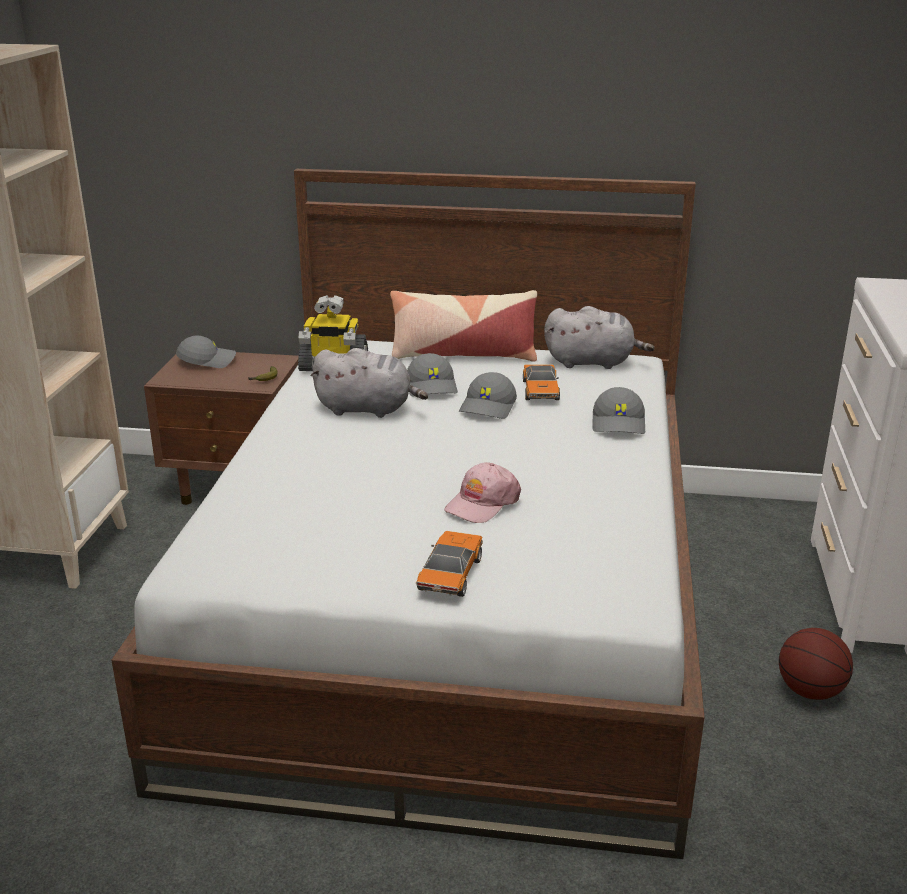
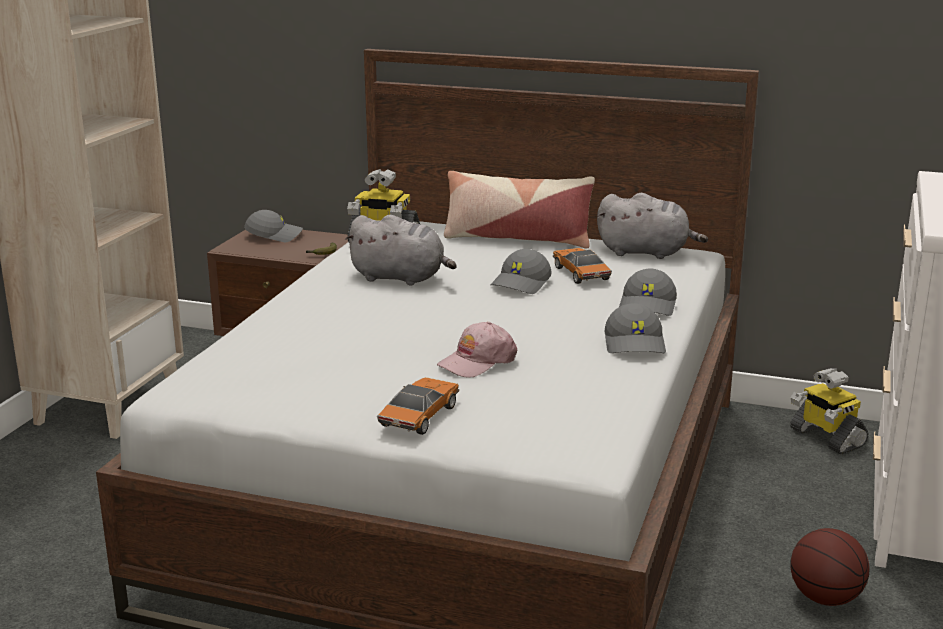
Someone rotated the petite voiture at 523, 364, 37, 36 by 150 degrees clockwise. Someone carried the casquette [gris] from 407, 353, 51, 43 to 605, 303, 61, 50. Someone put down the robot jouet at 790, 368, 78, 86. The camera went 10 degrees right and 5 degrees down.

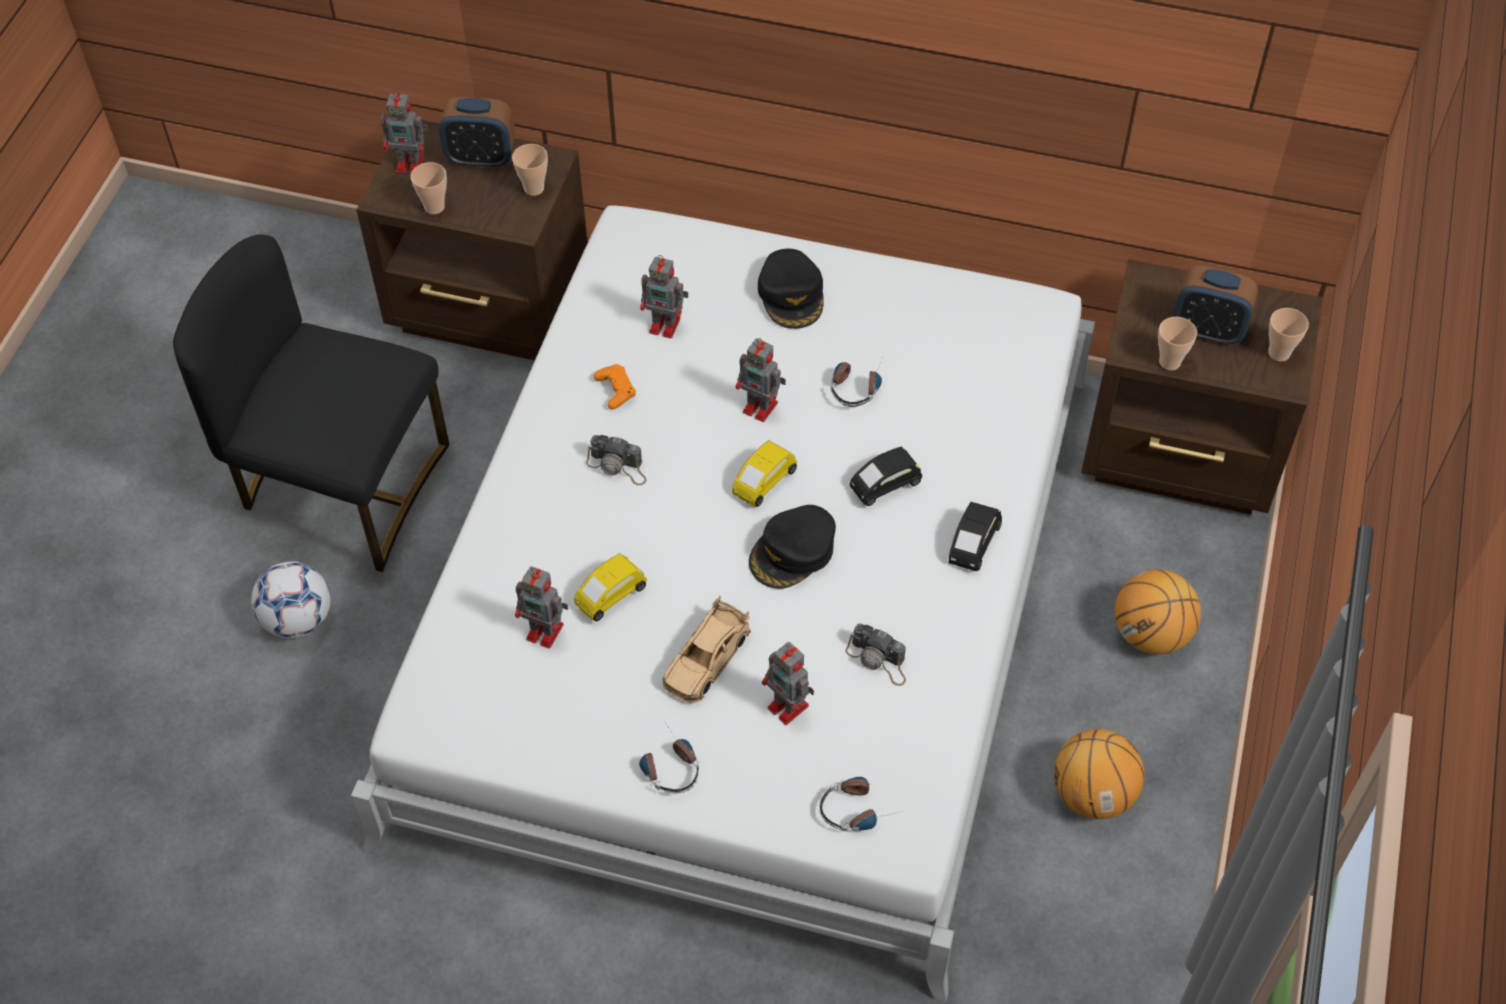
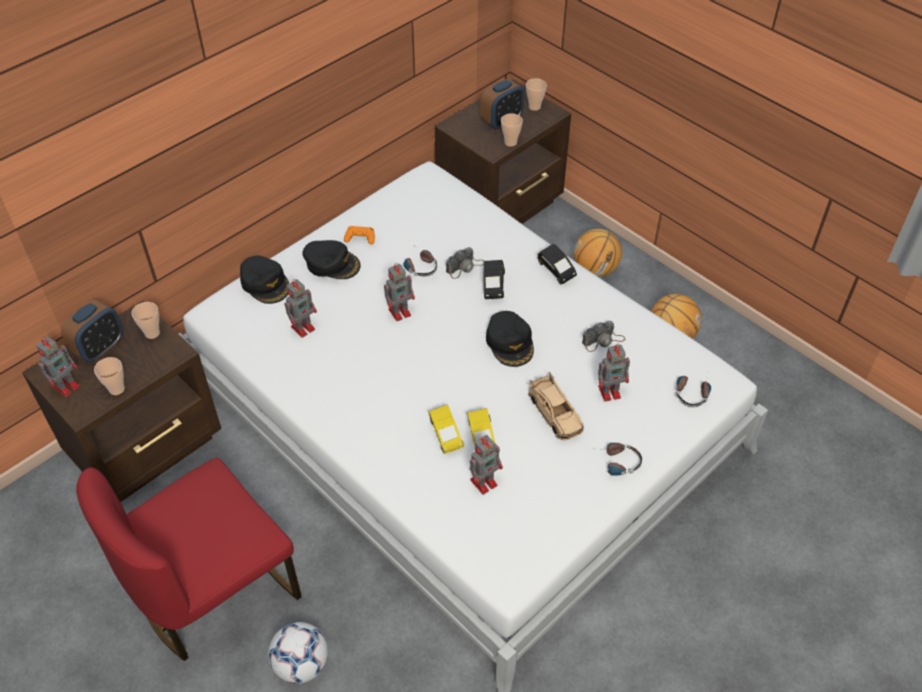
Someone repainted the chaise [noir] at 173, 235, 276, 337, which became the chaise [rouge] at 76, 458, 226, 203. Someone put down the casquette [noir] at 240, 255, 49, 49. Someone carried the manette [orange] from 593, 364, 43, 45 to 344, 226, 31, 19. Someone carried the petite voiture [jaune] from 732, 440, 65, 67 to 428, 404, 36, 50. Someone carried the appareil photo from 586, 435, 60, 50 to 446, 247, 38, 32. The camera went 60 degrees left and 5 degrees down.

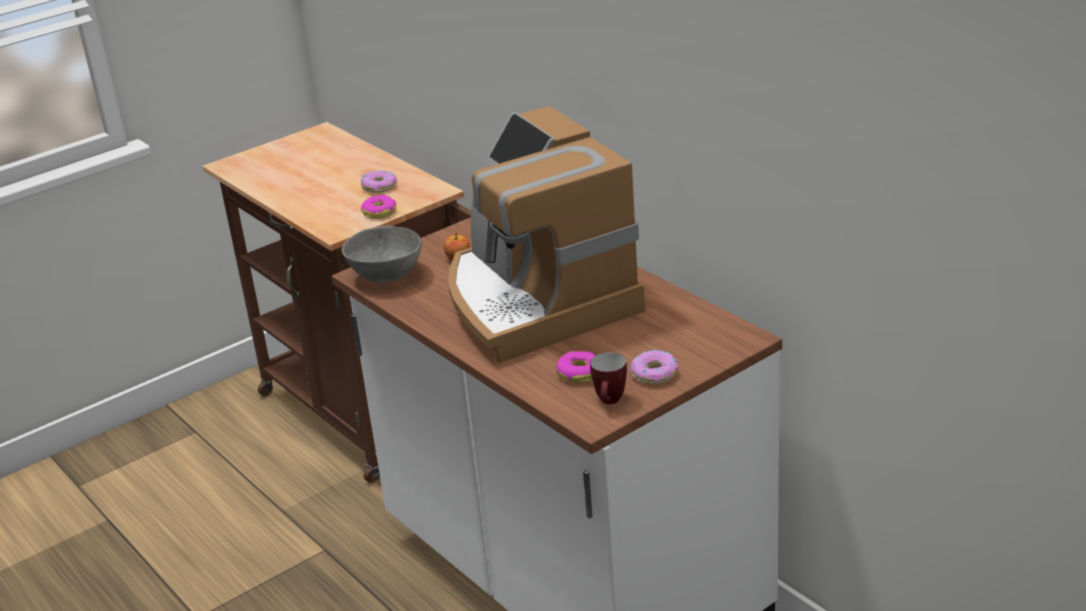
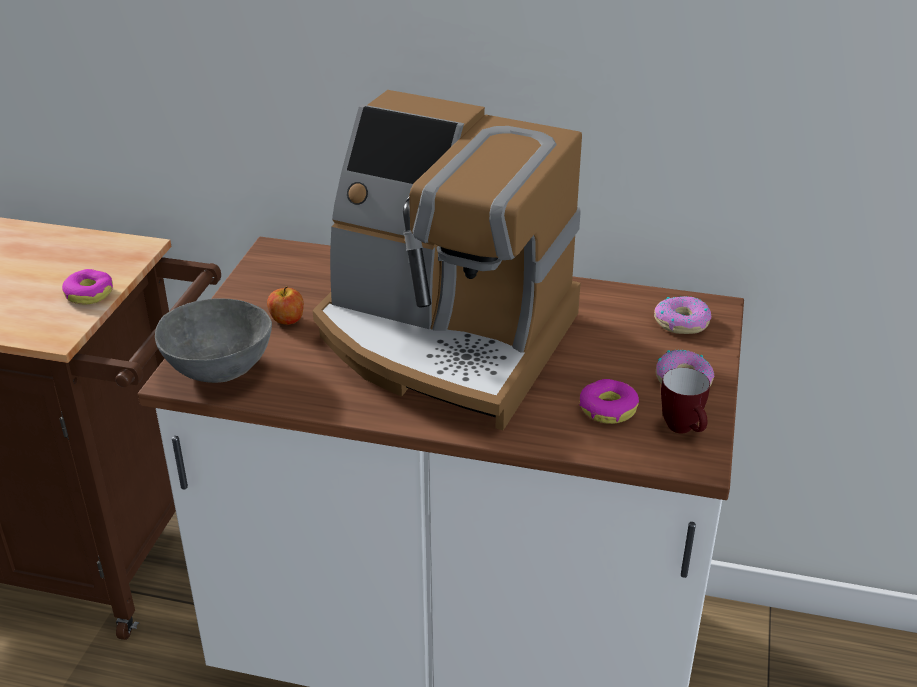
Someone carried the beignet from 361, 170, 36, 23 to 654, 296, 57, 38. The camera went 40 degrees left and 5 degrees up.

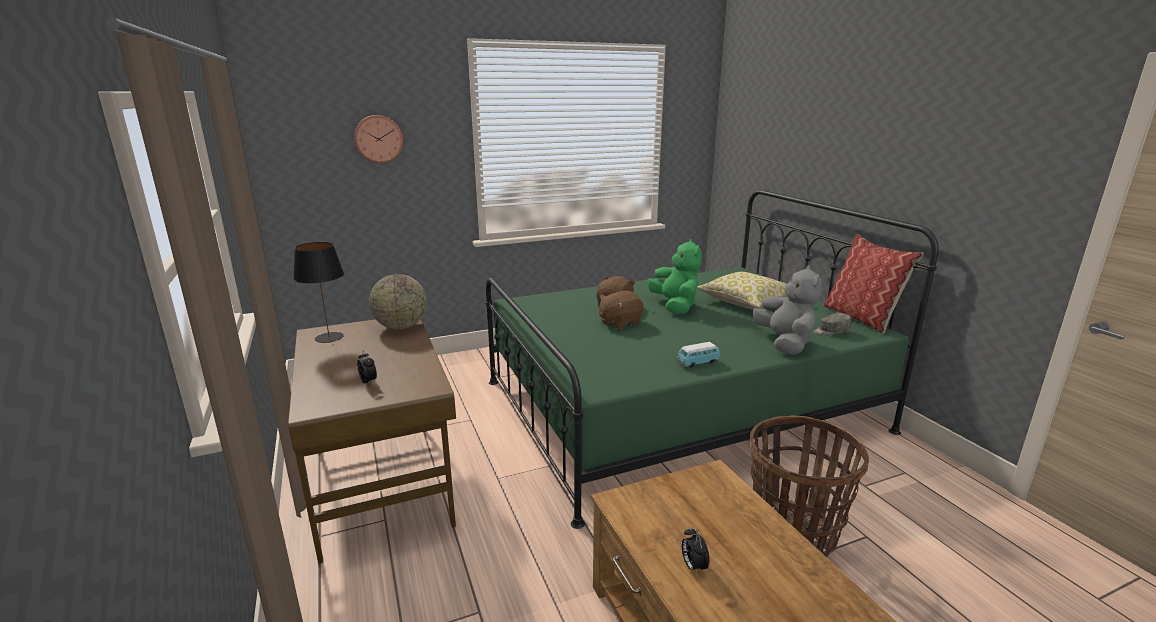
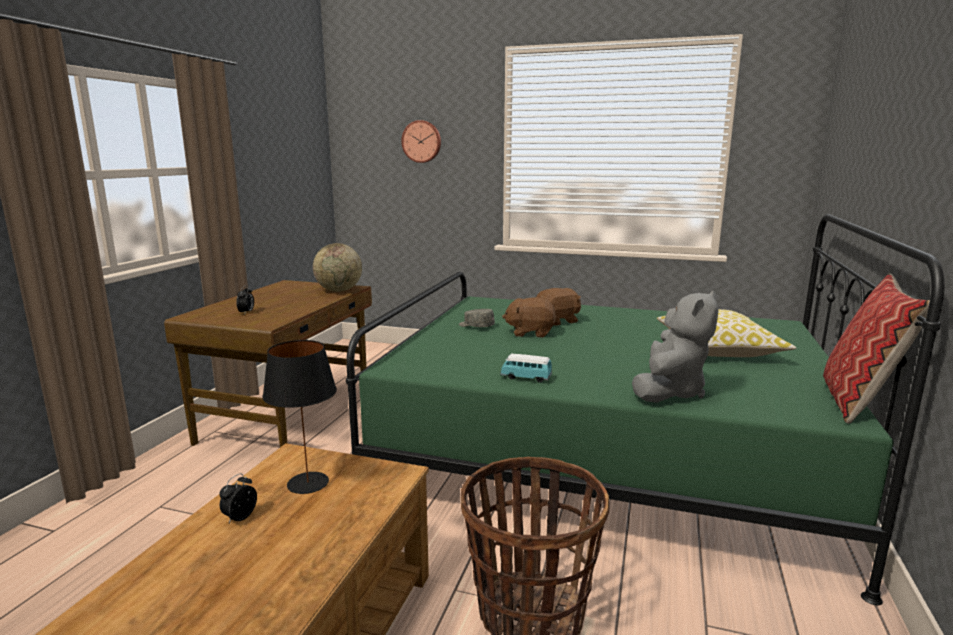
Someone carried the lampe de table [noir] from 293, 242, 51, 101 to 262, 340, 75, 154. Someone carried the casquette [gris] from 813, 313, 38, 23 to 459, 309, 36, 18. Someone took away the peluche [vert] at 648, 239, 54, 76. The camera went 40 degrees right and 5 degrees down.

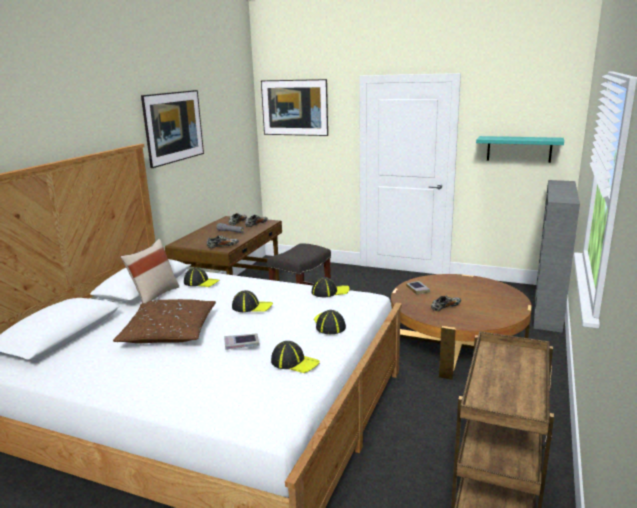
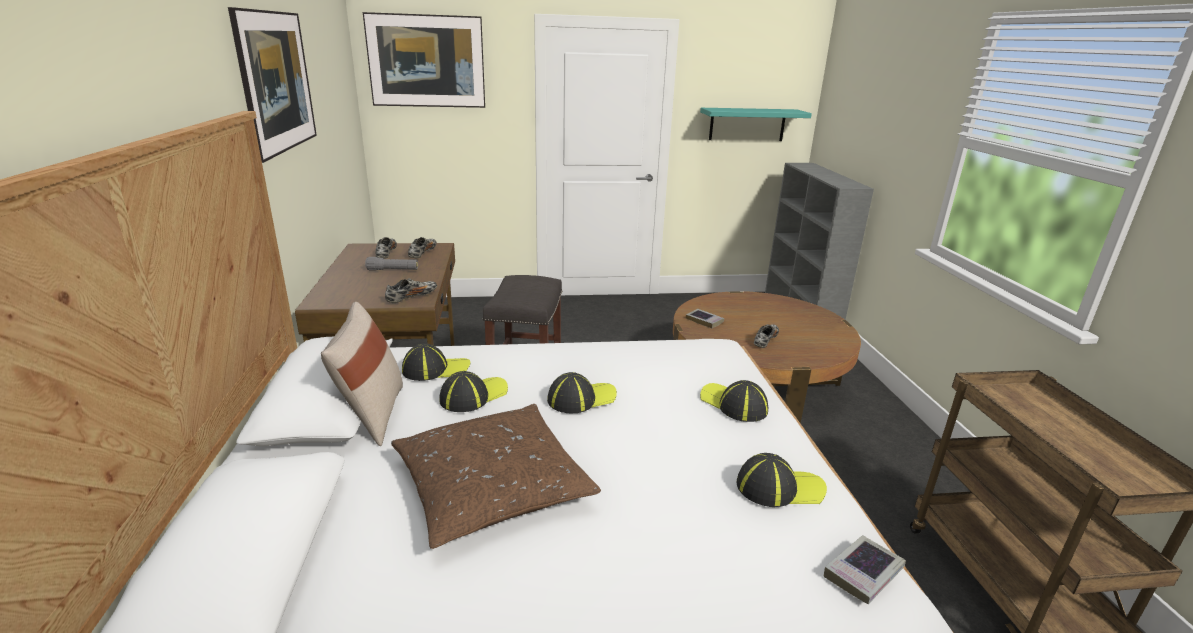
Someone carried the casquette from 312, 277, 38, 20 to 440, 371, 68, 41. Someone carried the livre from 224, 334, 35, 16 to 824, 535, 82, 69. The camera went 30 degrees left and 5 degrees up.

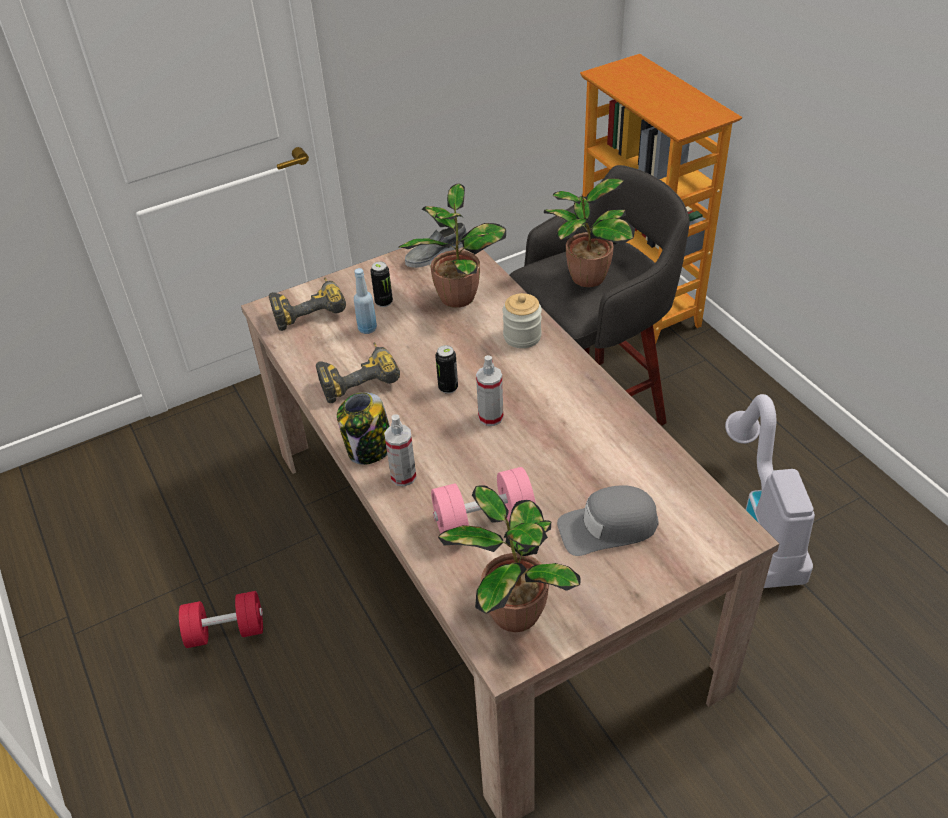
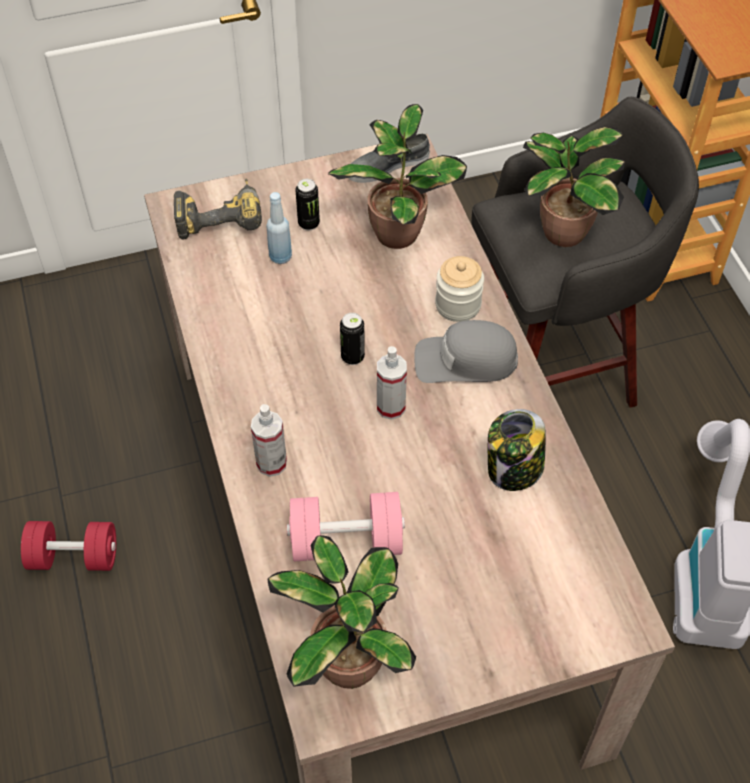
Someone carried the casquette [gris] from 557, 485, 101, 71 to 414, 320, 104, 63. Someone carried the bocal from 337, 392, 53, 73 to 488, 409, 58, 82. Someone took away the perceuse at 316, 342, 84, 61. The camera went 10 degrees right and 10 degrees up.

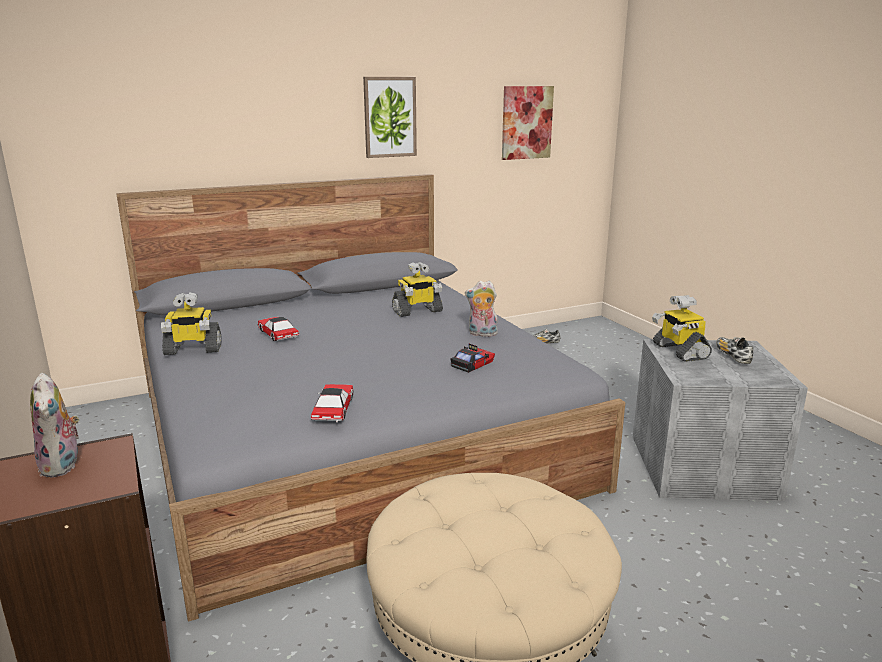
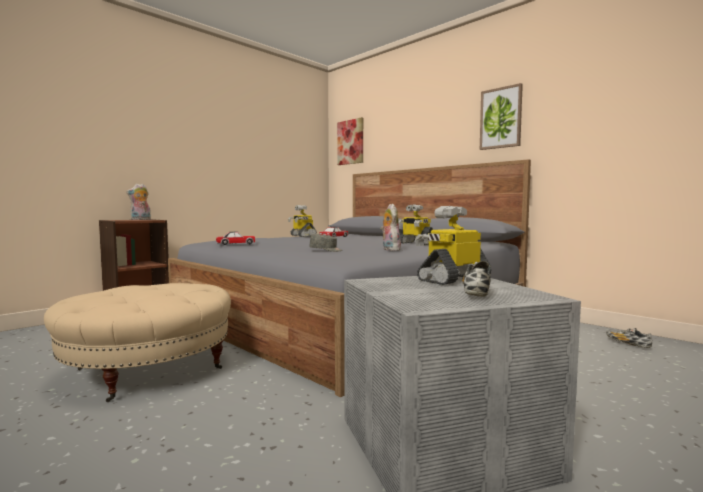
Someone swapped the petite voiture at 450, 344, 45, 29 for the casquette [gris] at 310, 234, 33, 18. Someone carried the tableau from 502, 86, 52, 74 to 337, 117, 26, 48. Someone rotated the chaussure at 716, 337, 37, 27 by 45 degrees counterclockwise. The camera went 70 degrees right and 15 degrees down.

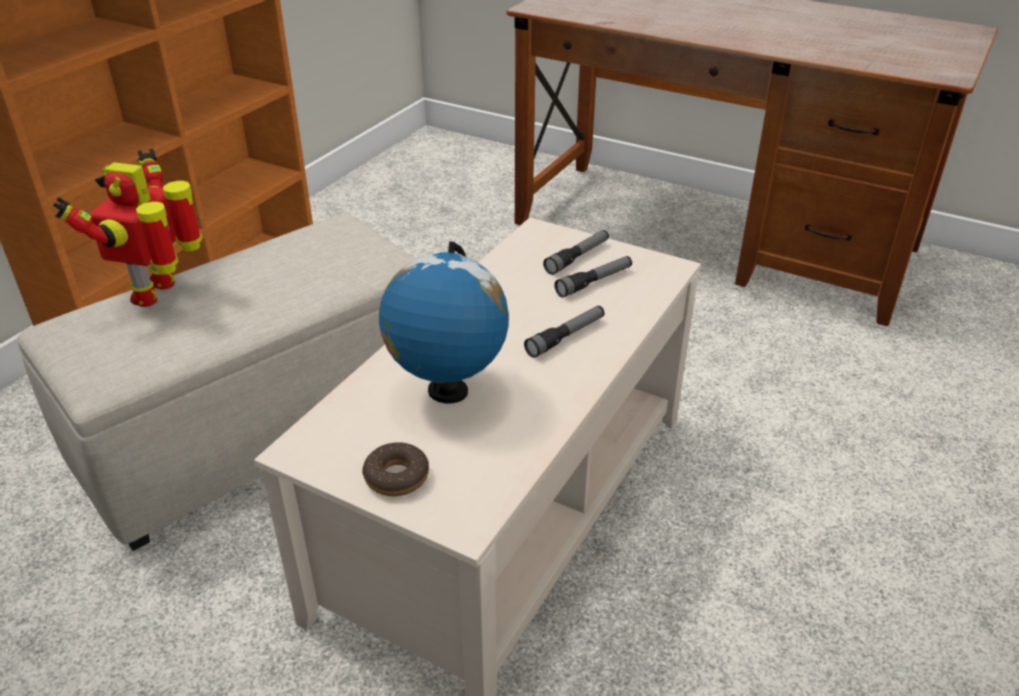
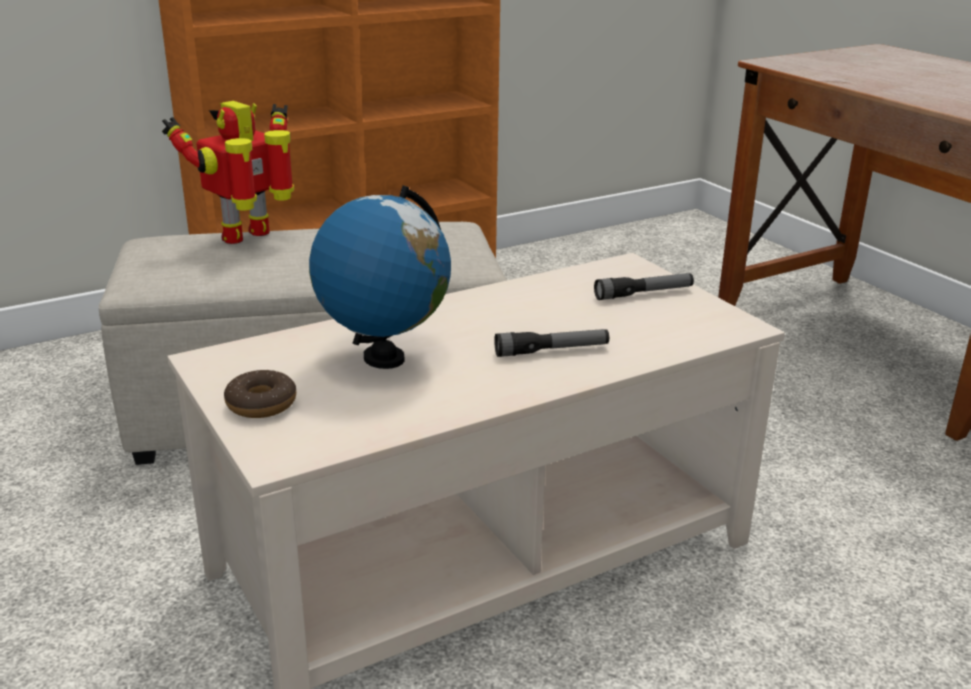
Someone took away the lampe de poche at 554, 256, 78, 42. The camera went 30 degrees right and 10 degrees down.

